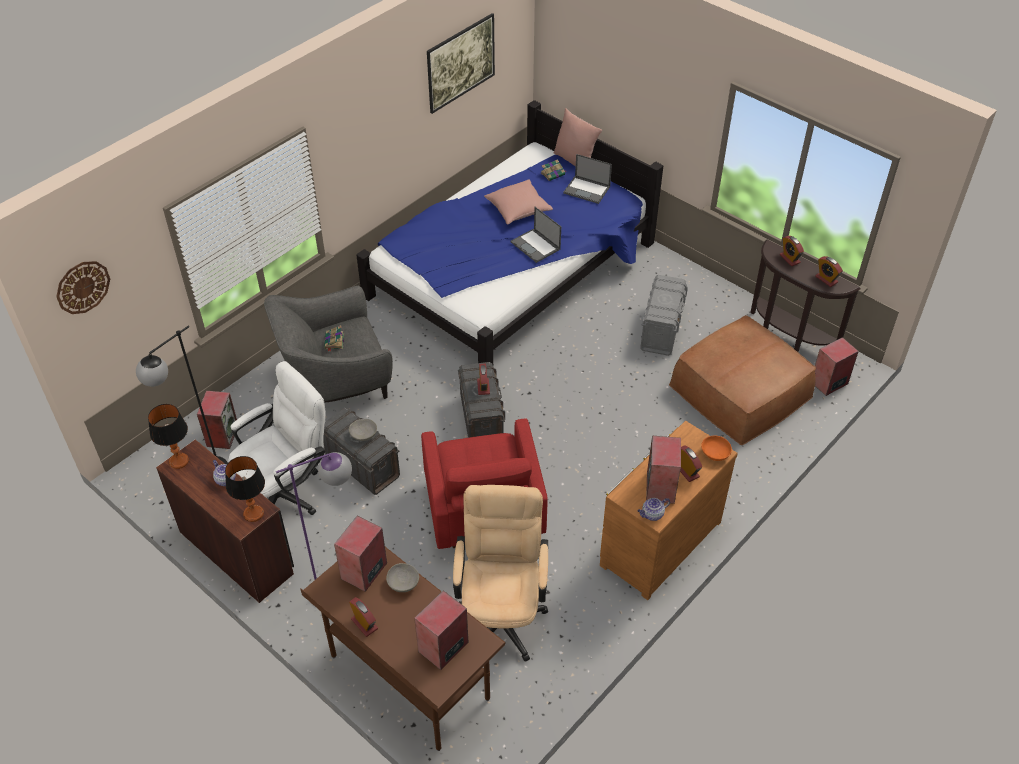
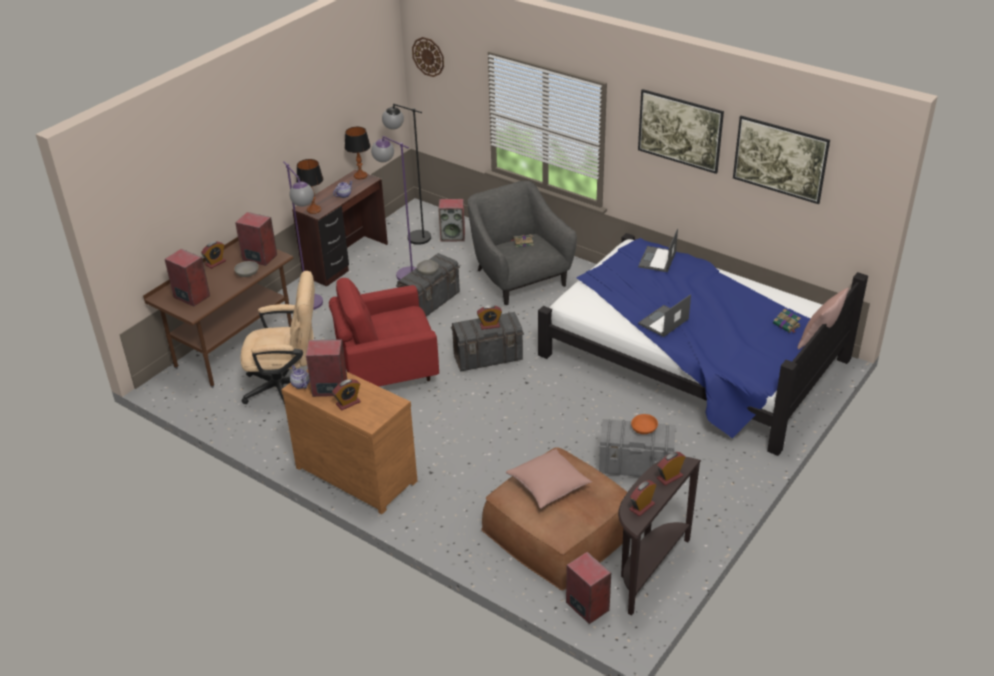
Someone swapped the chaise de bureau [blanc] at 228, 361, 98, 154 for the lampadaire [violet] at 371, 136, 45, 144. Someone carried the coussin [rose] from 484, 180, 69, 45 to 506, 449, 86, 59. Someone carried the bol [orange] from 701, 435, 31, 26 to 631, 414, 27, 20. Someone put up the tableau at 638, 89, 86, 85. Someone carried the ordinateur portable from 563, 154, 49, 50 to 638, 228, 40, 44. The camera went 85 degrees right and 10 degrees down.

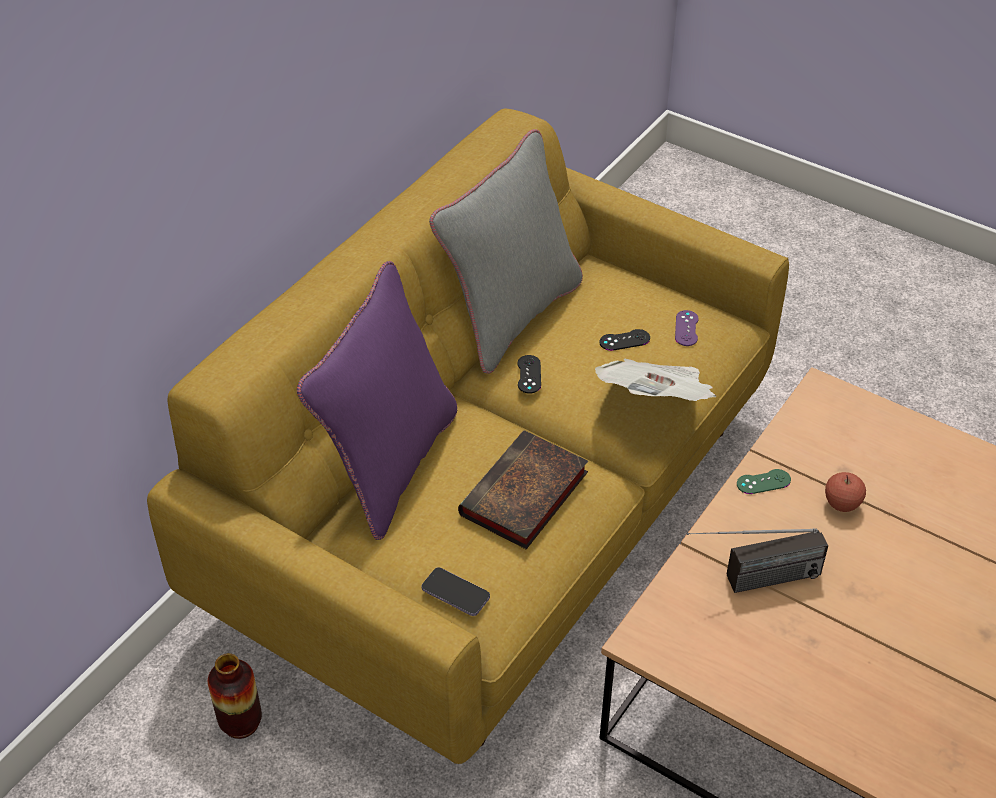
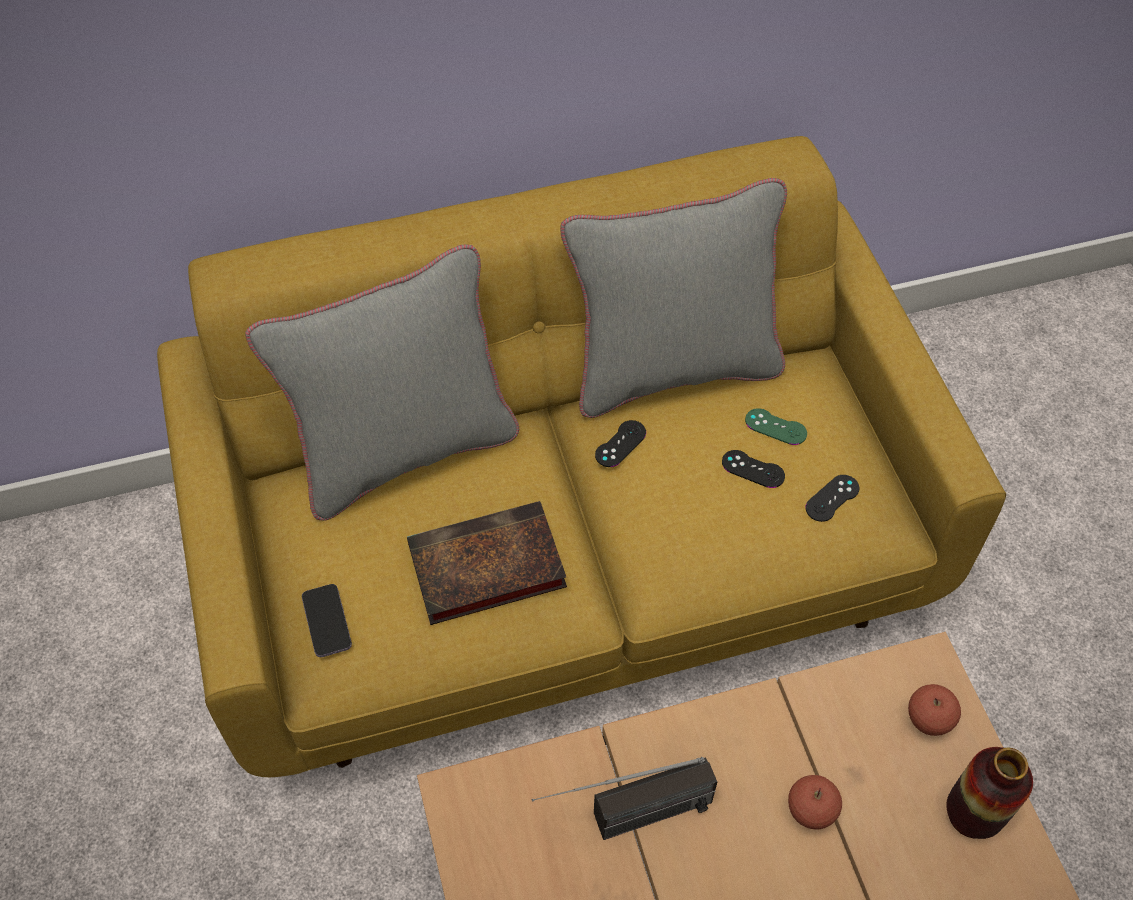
Someone repainted the coussin [violet] at 297, 261, 160, 279, which became the coussin [gris] at 245, 244, 274, 276. Someone rotated the radio at 687, 528, 141, 65 by 45 degrees counterclockwise. Someone carried the manette [vert] from 737, 469, 54, 25 to 745, 408, 62, 37. Someone repainted the manette [violet] at 675, 310, 24, 36, which became the manette [noir] at 806, 475, 53, 47. Someone put down the pomme at 908, 684, 53, 52. Someone carried the vase from 208, 653, 54, 86 to 946, 747, 87, 92. Someone took away the journal at 595, 359, 121, 42. The camera went 40 degrees right and 10 degrees up.

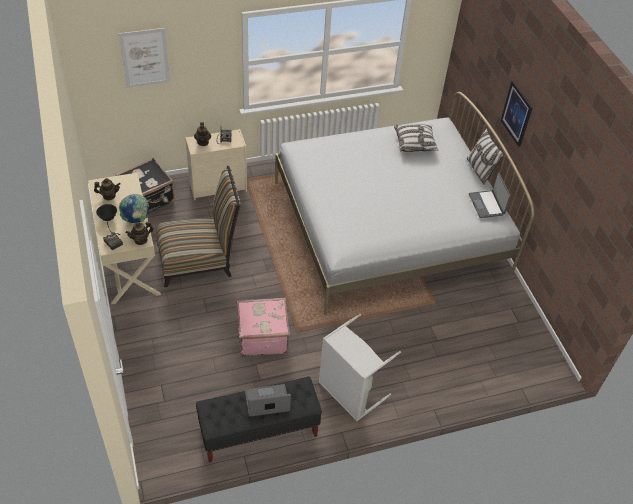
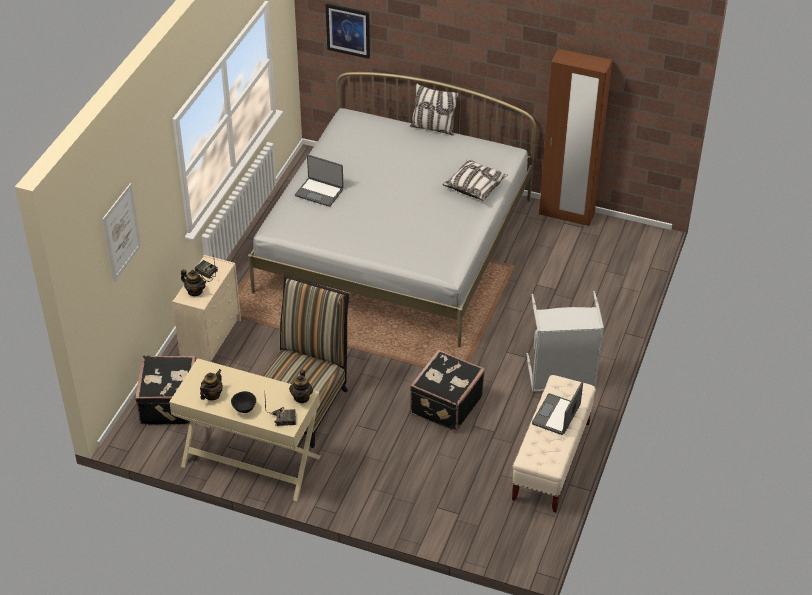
Someone carried the ordinateur portable from 469, 172, 42, 46 to 295, 155, 49, 52. Someone carried the tableau from 501, 81, 32, 66 to 326, 3, 44, 56. Someone repainted the valise [rose] at 237, 297, 53, 60, which became the valise [noir] at 410, 349, 75, 83. Someone carried the coussin from 394, 124, 44, 28 to 443, 159, 65, 42. Someone repainted the banc [noir] at 196, 376, 126, 87, which became the banc [beige] at 512, 375, 84, 138. Someone put down the armoire [marron] at 539, 48, 73, 178. Someone took away the globe at 119, 194, 30, 29. The camera went 50 degrees left and 5 degrees down.

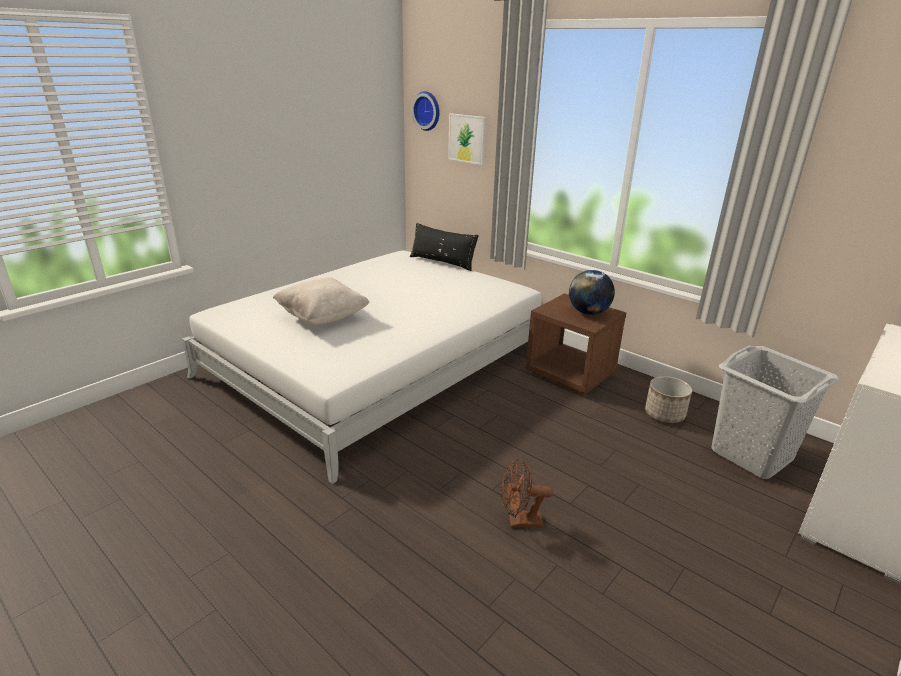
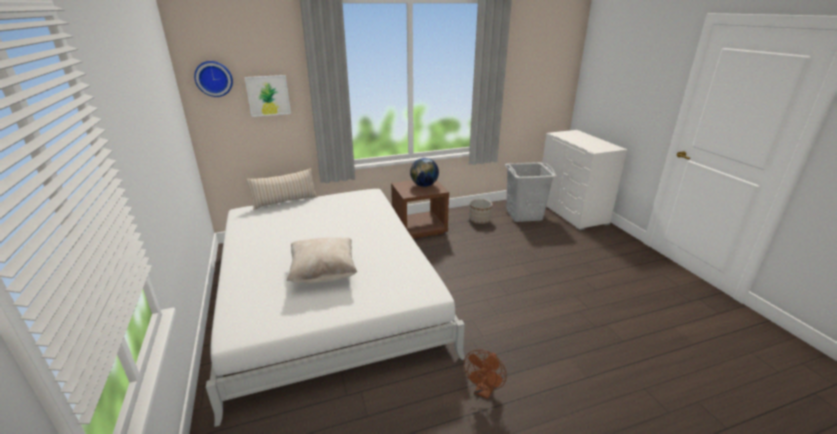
Someone repainted the coussin [noir] at 410, 223, 69, 48, which became the coussin [beige] at 246, 168, 71, 42. Someone carried the ventilateur [marron] from 501, 459, 52, 69 to 464, 349, 43, 50. The camera went 60 degrees left and 0 degrees up.

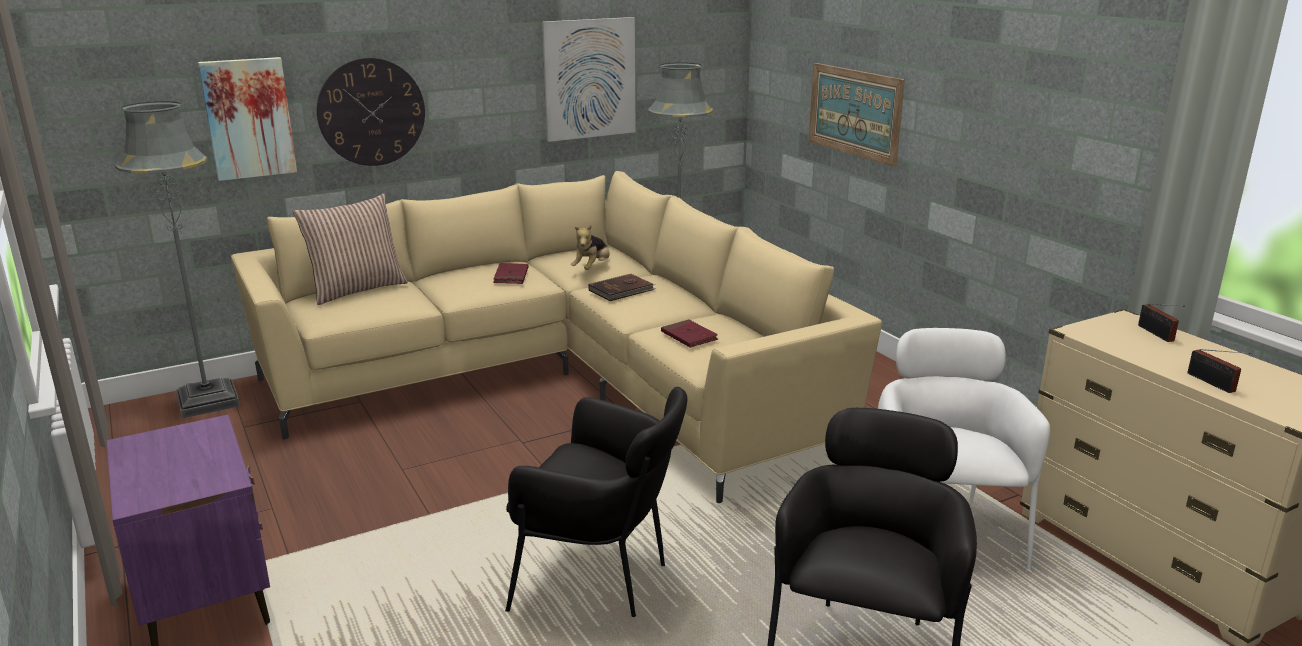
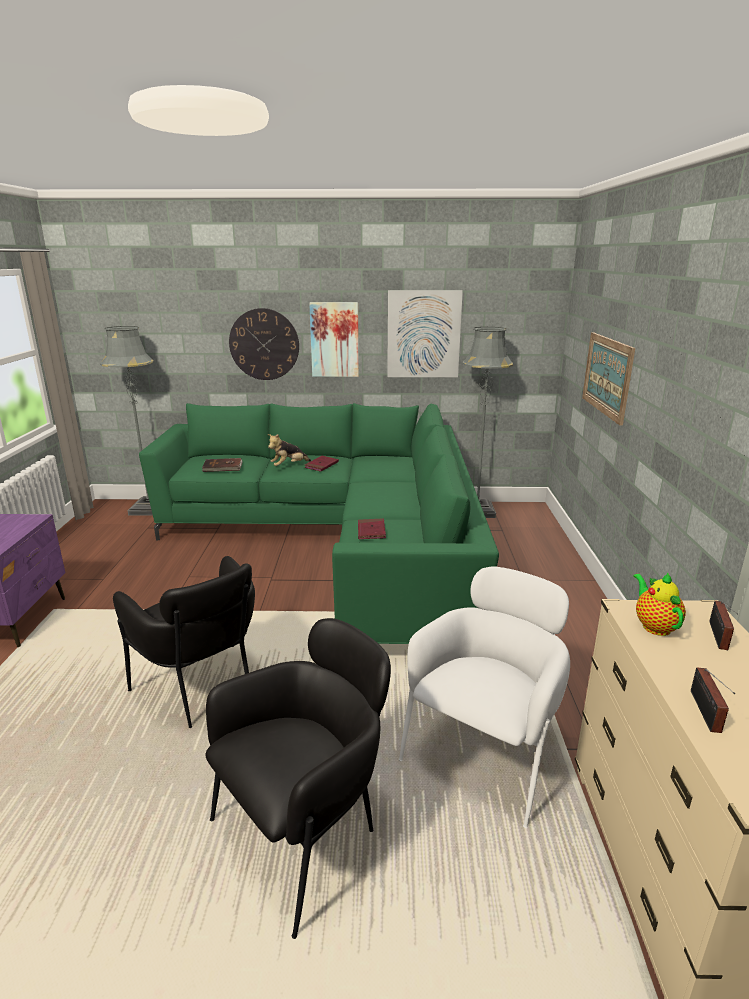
Someone repainted the canapé [beige] at 231, 171, 651, 332, which became the canapé [vert] at 139, 403, 360, 241. Someone carried the livre [marron] from 588, 274, 68, 27 to 202, 458, 41, 14. Someone carried the peluche from 571, 225, 39, 45 to 268, 434, 43, 32. Someone carried the tableau from 198, 57, 99, 124 to 309, 302, 50, 75. Someone put down the théière at 633, 572, 53, 64. Someone took away the coussin at 293, 194, 115, 111. The camera went 30 degrees right and 0 degrees up.

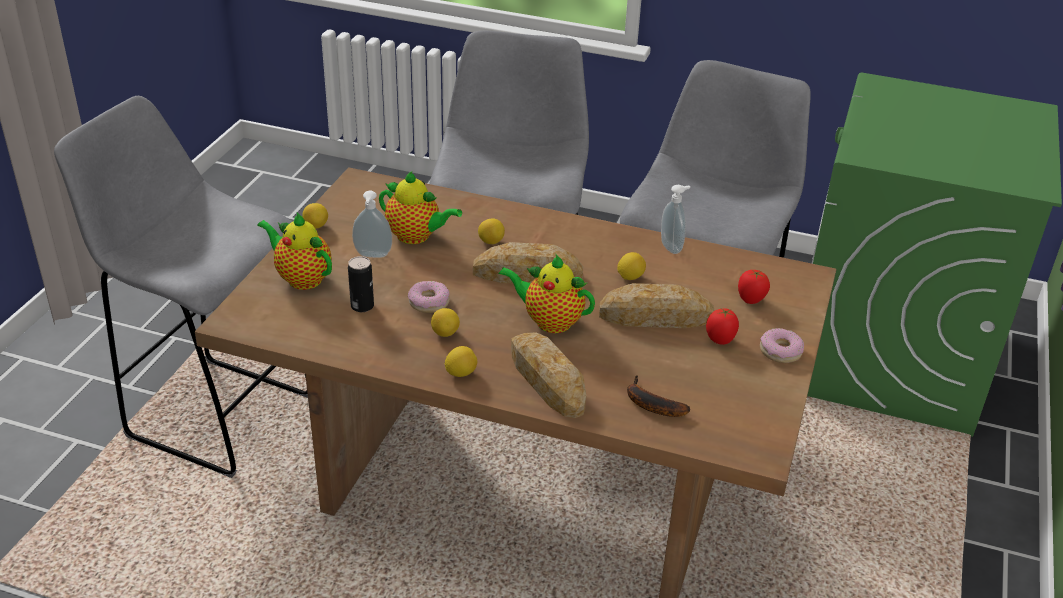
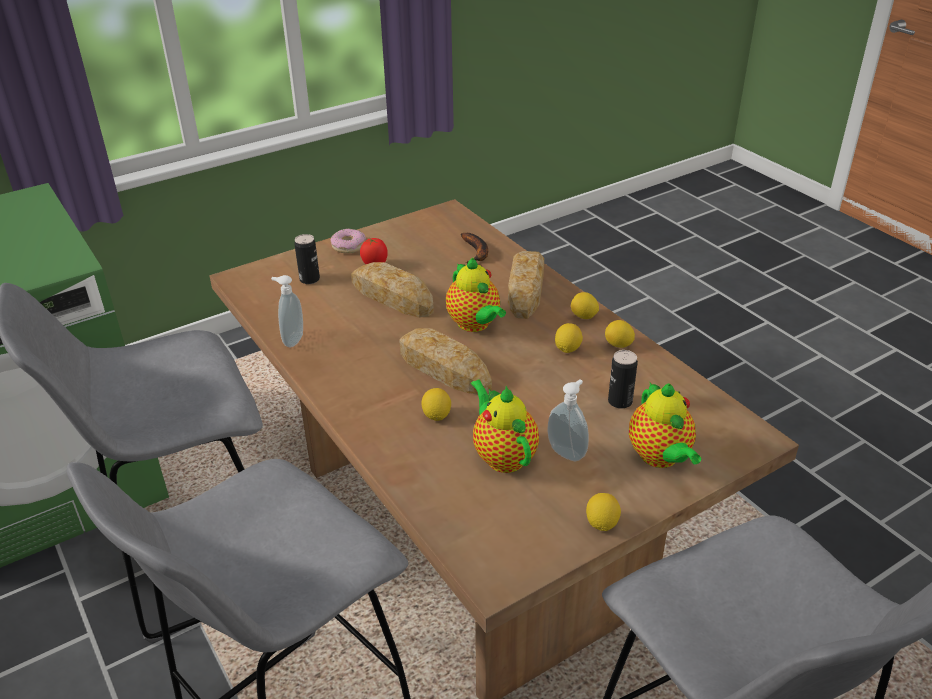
Someone swapped the tomate at 738, 270, 32, 34 for the boîte métallique at 294, 234, 26, 50. Someone carried the citron from 617, 252, 29, 28 to 605, 320, 30, 28. Someone took away the beignet at 408, 281, 42, 32. The camera went 140 degrees left and 0 degrees up.

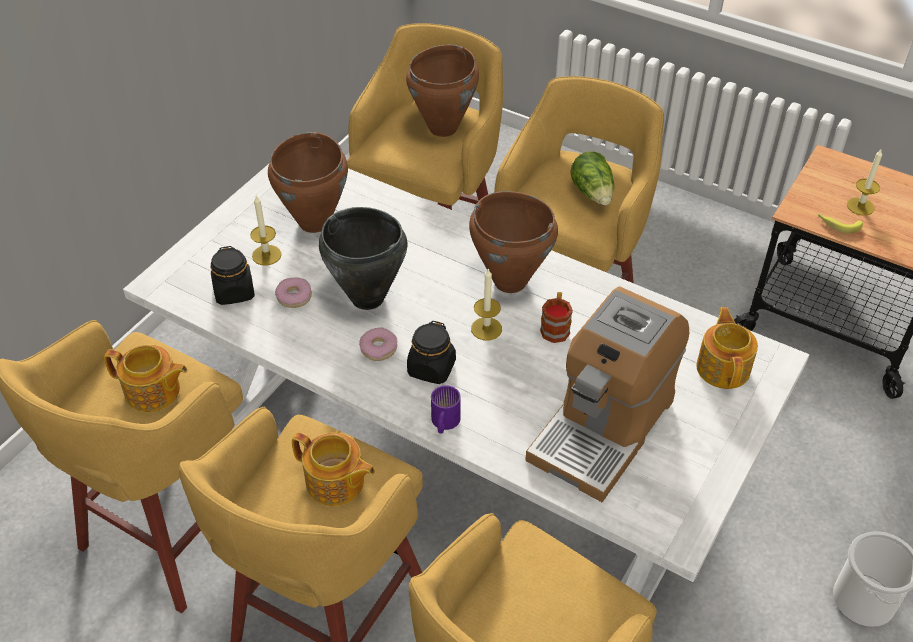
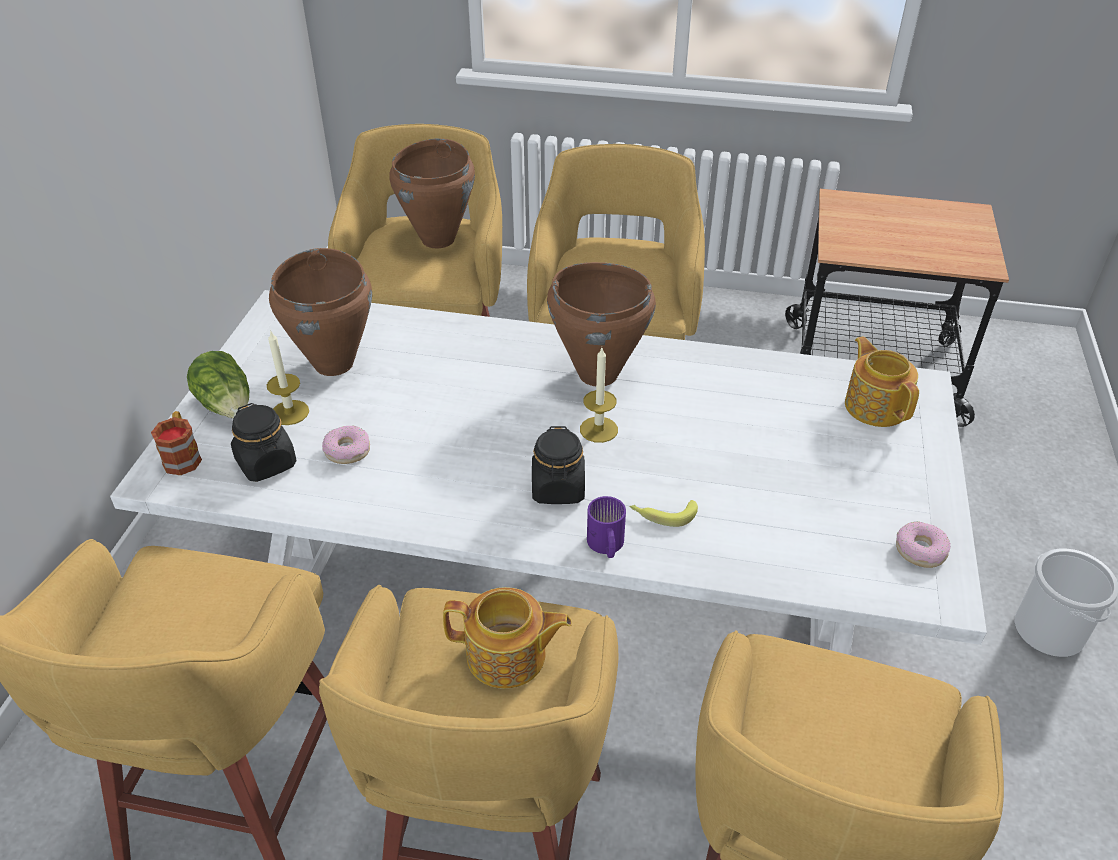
Someone carried the mug from 540, 292, 33, 51 to 151, 411, 51, 64. Someone carried the laitue from 571, 151, 43, 54 to 187, 351, 62, 67. Someone carried the banane from 818, 214, 45, 20 to 630, 500, 68, 27. Someone carried the beignet from 359, 327, 38, 34 to 896, 521, 54, 47. Someone took away the théière at 104, 345, 83, 67. Someone took away the marmite [noir] at 319, 207, 89, 103. Someone took away the machine à café at 525, 286, 164, 216. Someone took away the bougie at 847, 148, 35, 68. The camera went 20 degrees left and 5 degrees down.

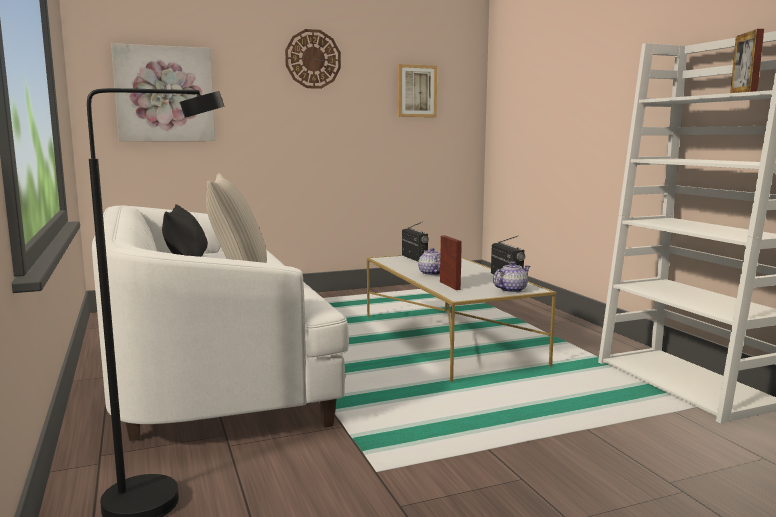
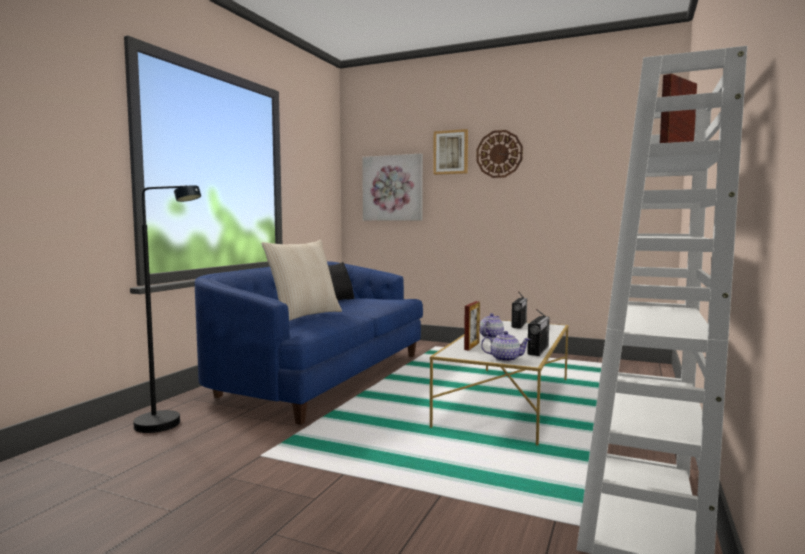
Someone repainted the canapé [blanc] at 92, 206, 257, 235, which became the canapé [bleu] at 195, 261, 228, 164. Someone carried the tableau from 398, 64, 39, 53 to 433, 129, 35, 46. The camera went 45 degrees right and 5 degrees down.

